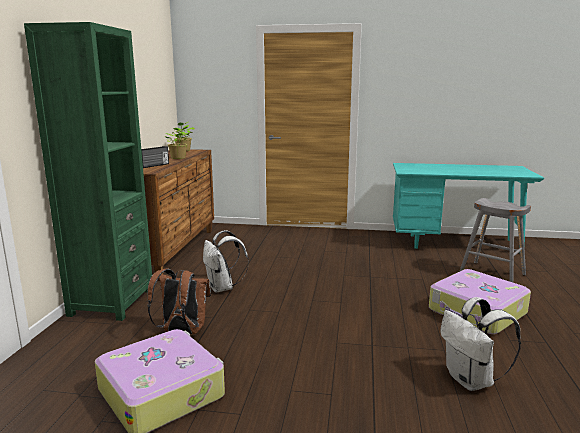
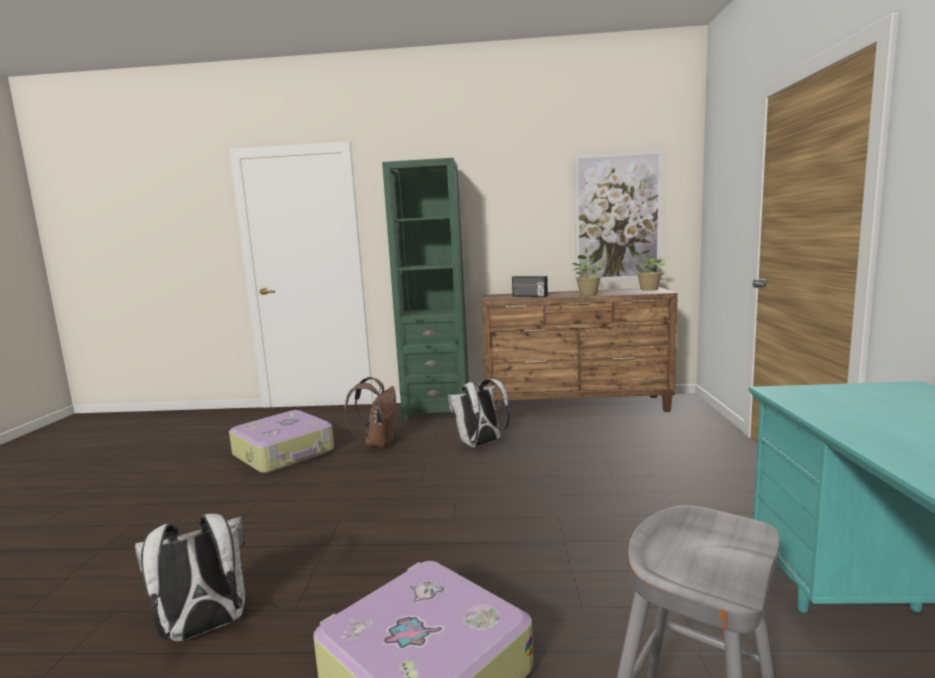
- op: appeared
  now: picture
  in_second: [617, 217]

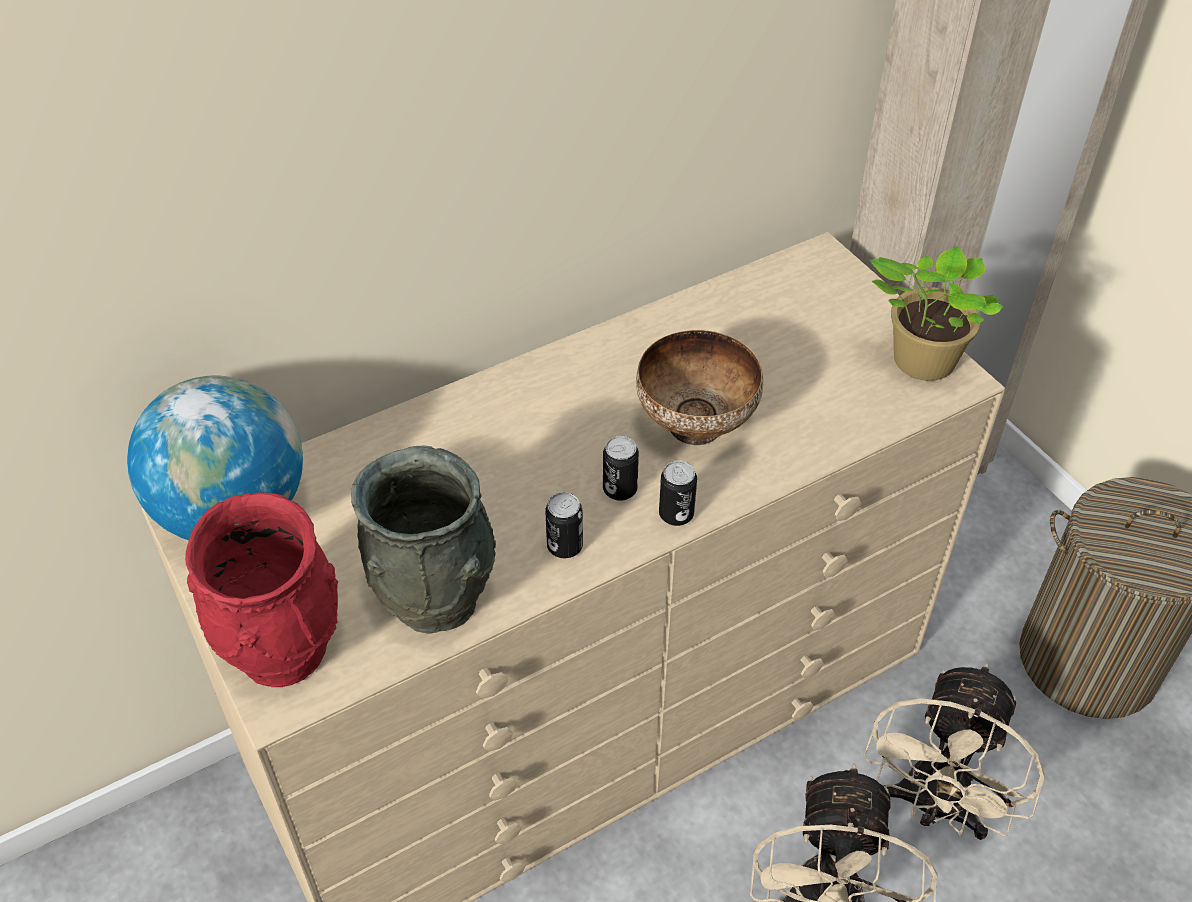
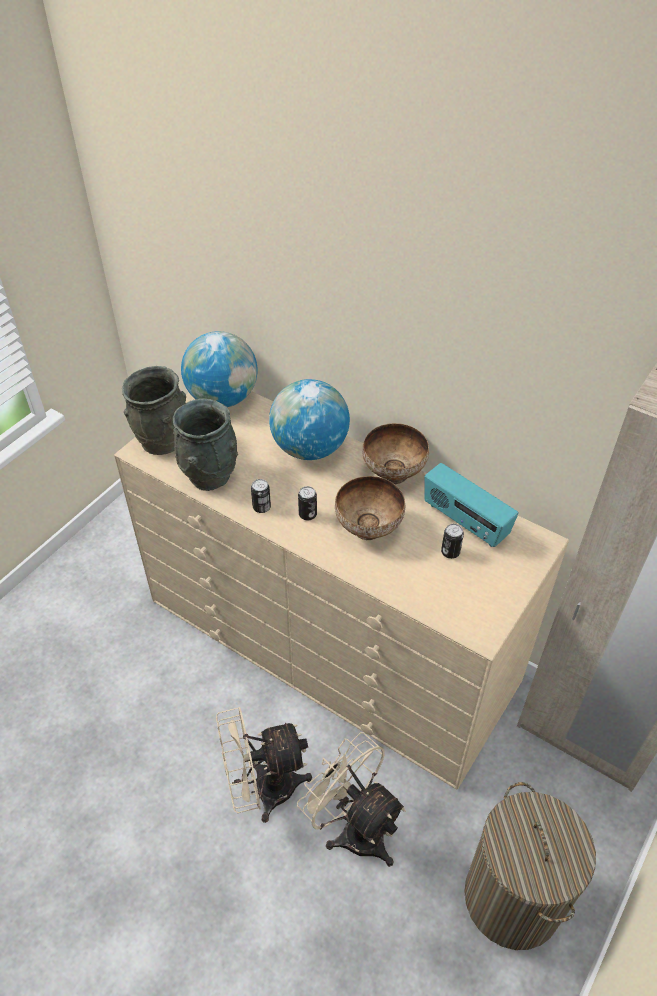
- op: missing
  was: potted plant
  in_first: [919, 362]
- op: relocated
  was: can
  in_first: [676, 514]
  in_second: [450, 552]
- op: colour
  was: vase (red)
  now: vase (grey)
  in_first: [281, 648]
  in_second: [162, 441]
- op: spun
  was: fan (beige)
  in_first: [933, 808]
  in_second: [354, 828]
  clockwise: 45
- op: appeared
  now: globe
  in_second: [309, 448]
- op: appeared
  now: bowl
  in_second: [394, 473]
- op: appeared
  now: radio
  in_second: [464, 522]

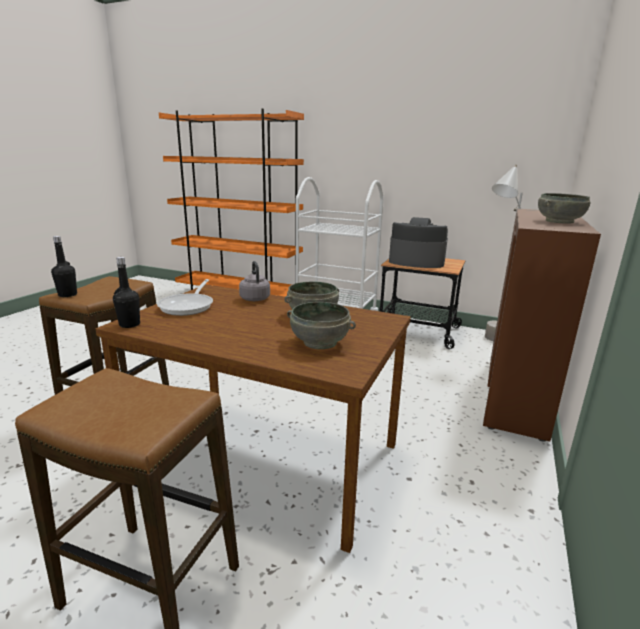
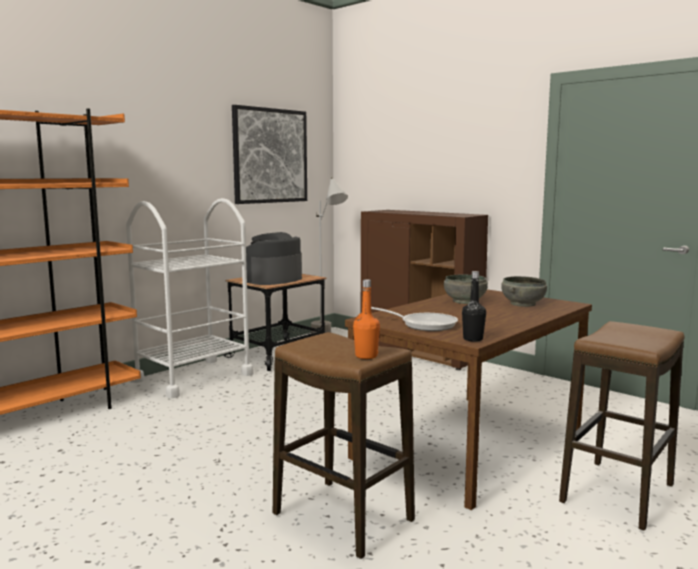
- op: missing
  was: bowl (grey)
  in_first: [559, 221]
- op: colour
  was: bottle (black)
  now: bottle (orange)
  in_first: [67, 295]
  in_second: [366, 356]
- op: missing
  was: kettle (grey)
  in_first: [254, 298]
- op: appeared
  now: picture
  in_second: [270, 156]

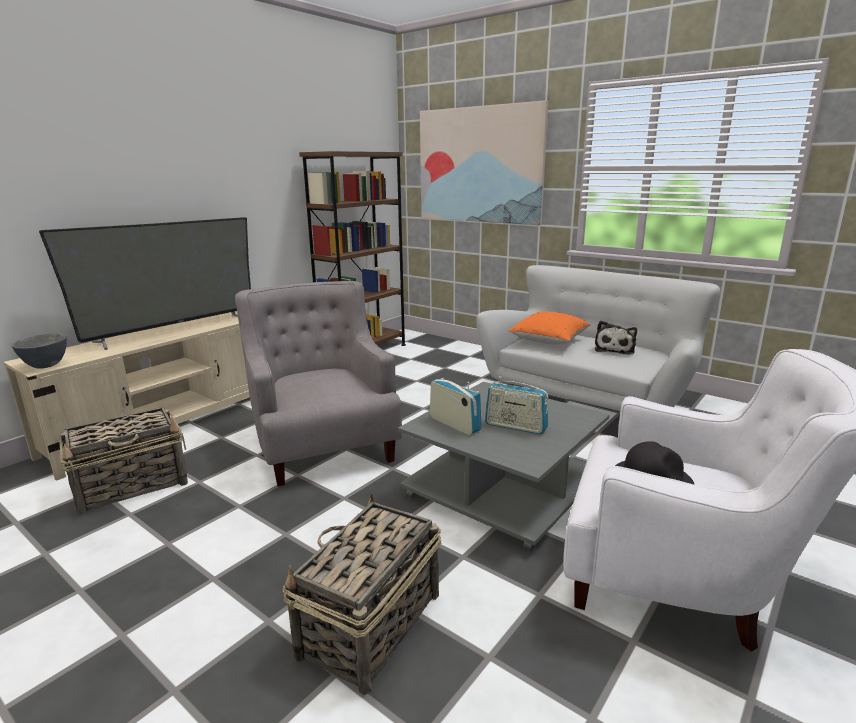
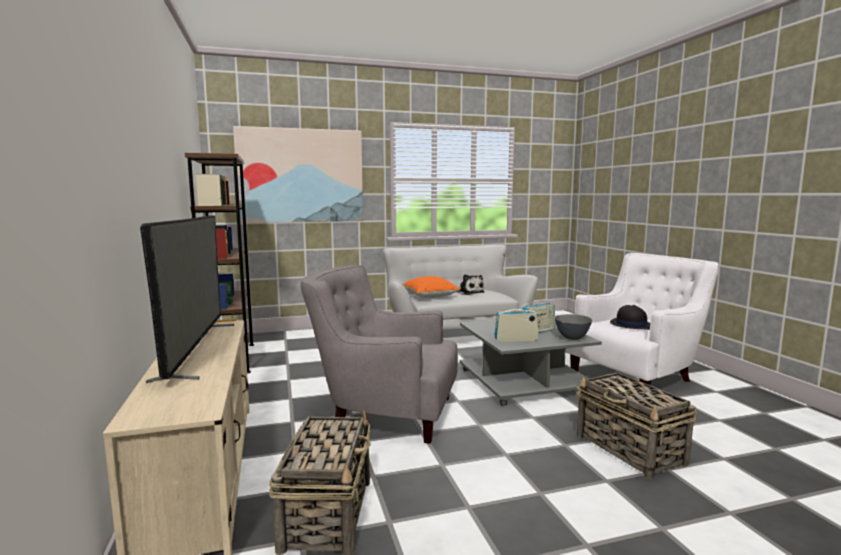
- op: relocated
  was: bowl (grey)
  in_first: [45, 366]
  in_second: [572, 338]

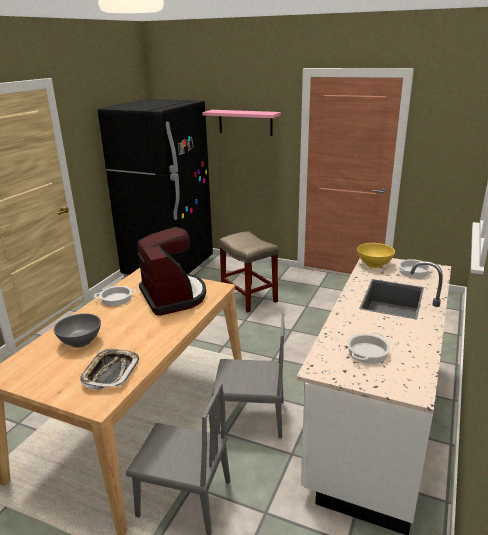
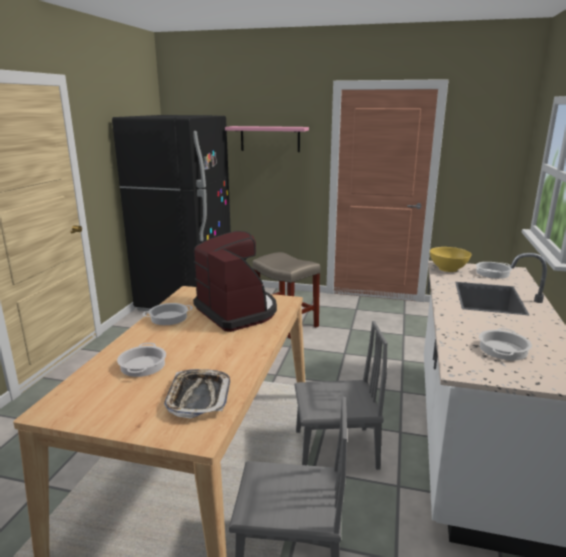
- op: exchanged
  was: bowl (grey)
  now: cooking pot
  in_first: [80, 342]
  in_second: [143, 365]

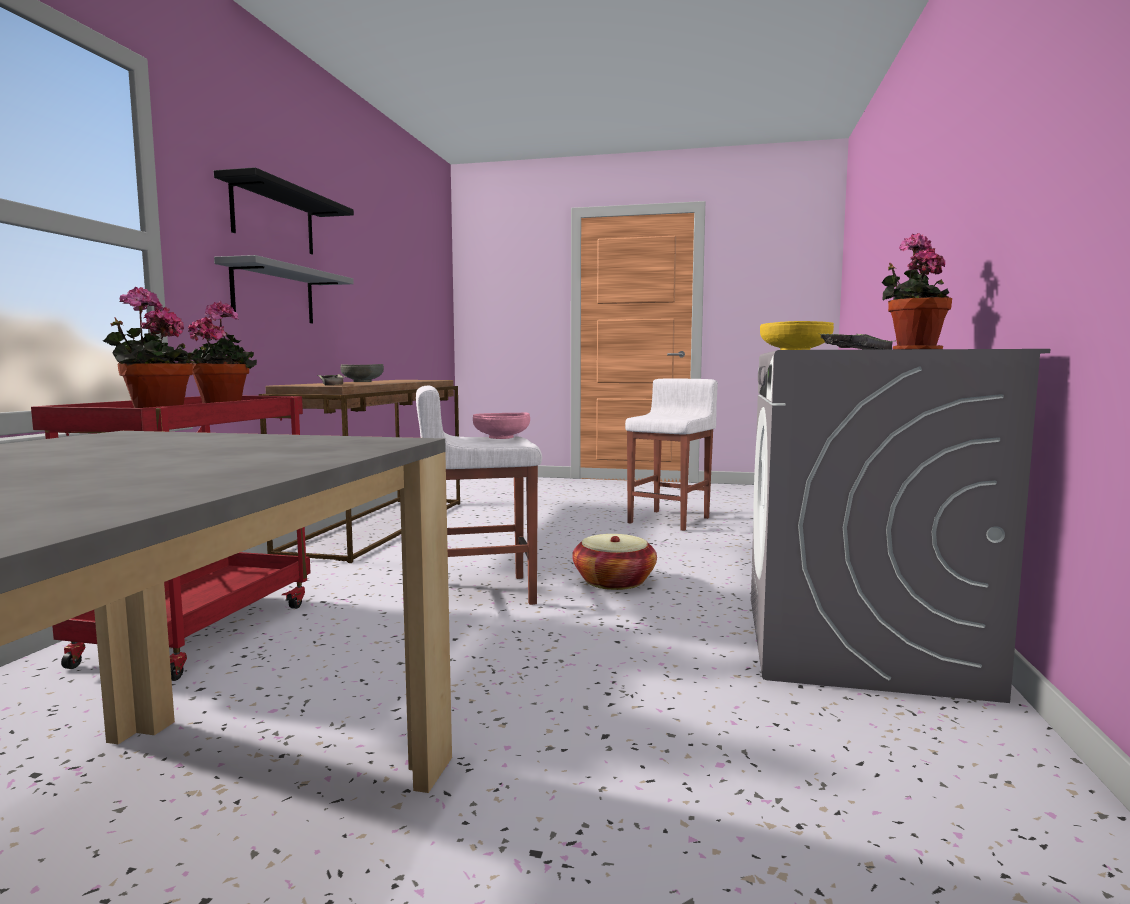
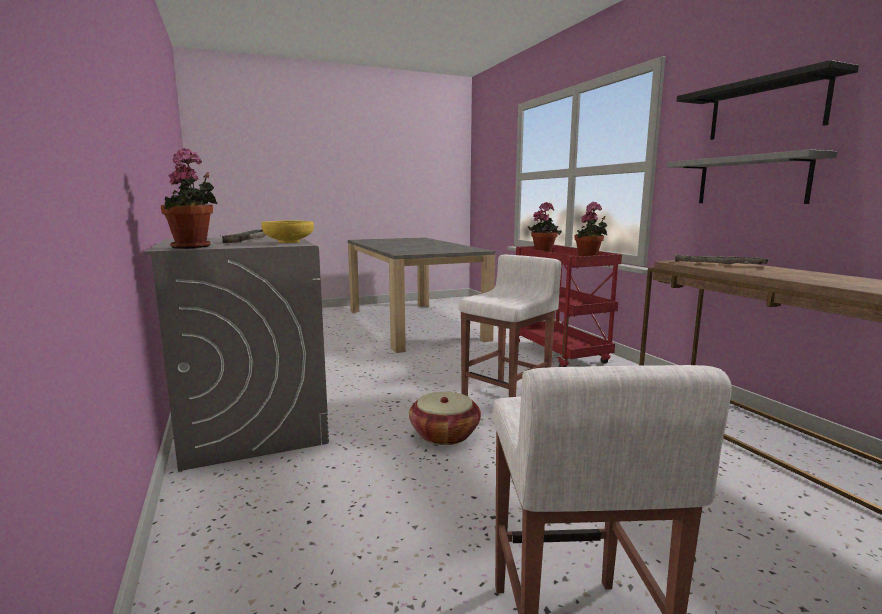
- op: missing
  was: bowl (grey)
  in_first: [362, 381]
- op: missing
  was: bowl (pink)
  in_first: [501, 437]

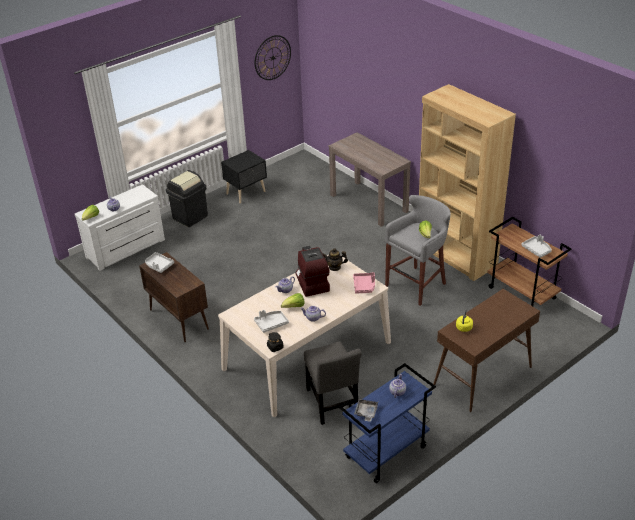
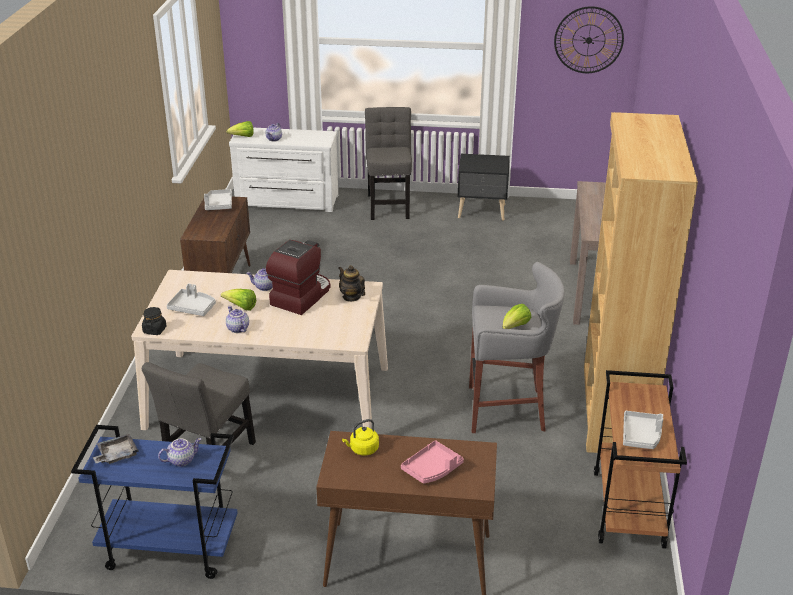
- op: exchanged
  was: trash can (black)
  now: chair (grey)
  in_first: [190, 217]
  in_second: [389, 205]
- op: relocated
  was: tray (pink)
  in_first: [364, 286]
  in_second: [432, 469]

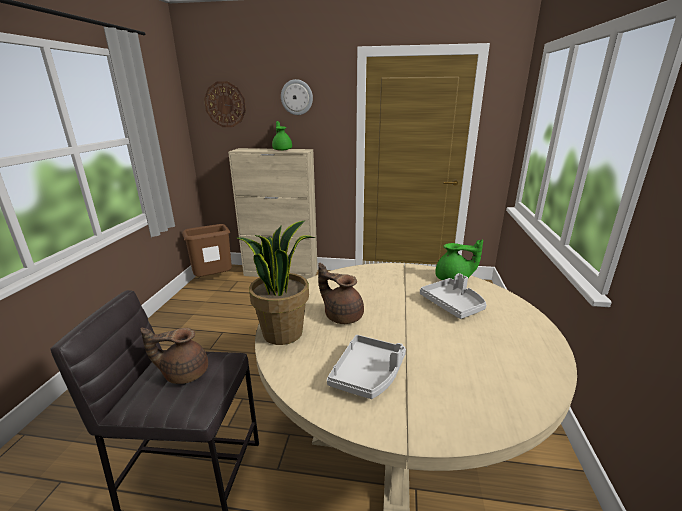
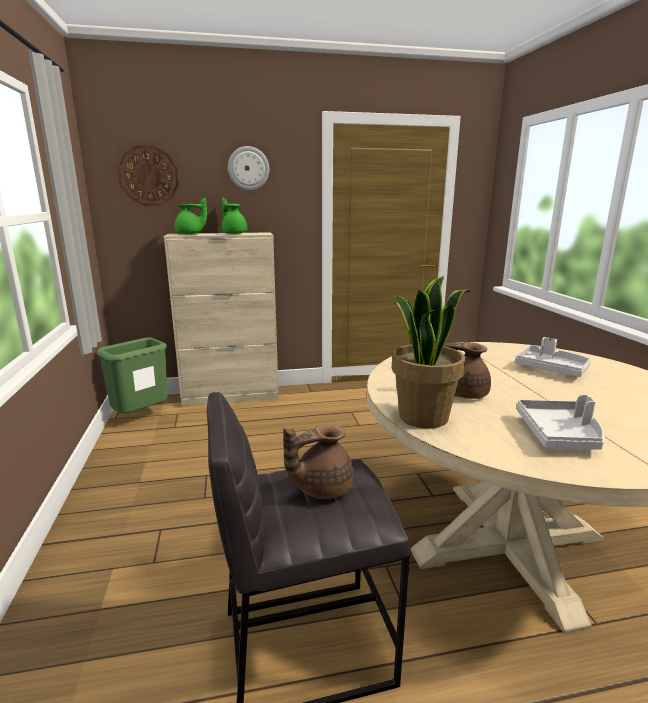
- op: colour
  was: trash can (brown)
  now: trash can (green)
  in_first: [214, 279]
  in_second: [141, 416]
- op: relocated
  was: teapot (green)
  in_first: [453, 279]
  in_second: [190, 234]

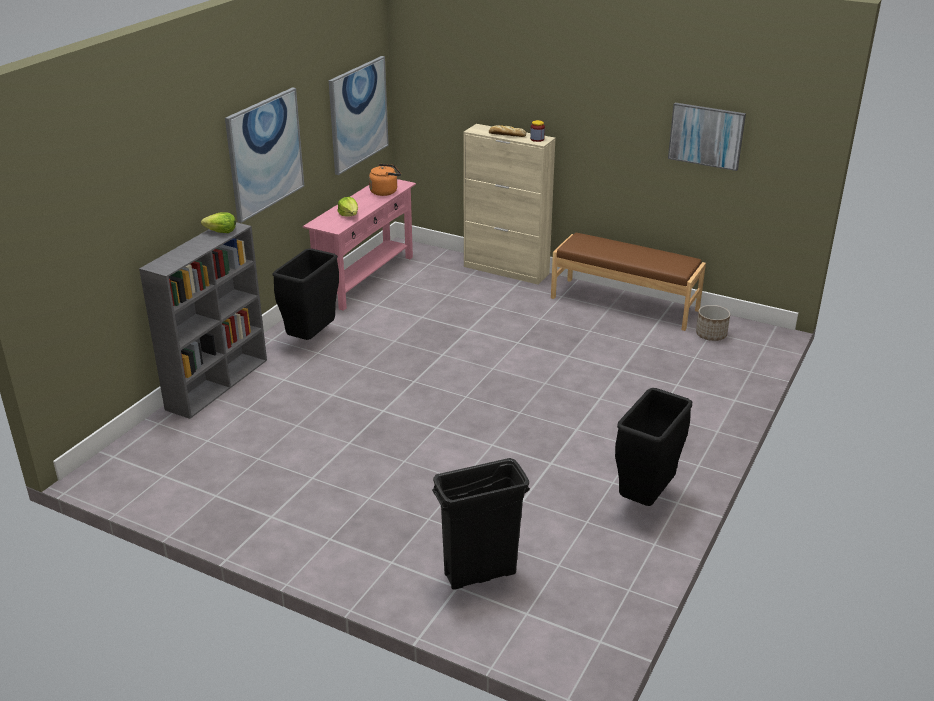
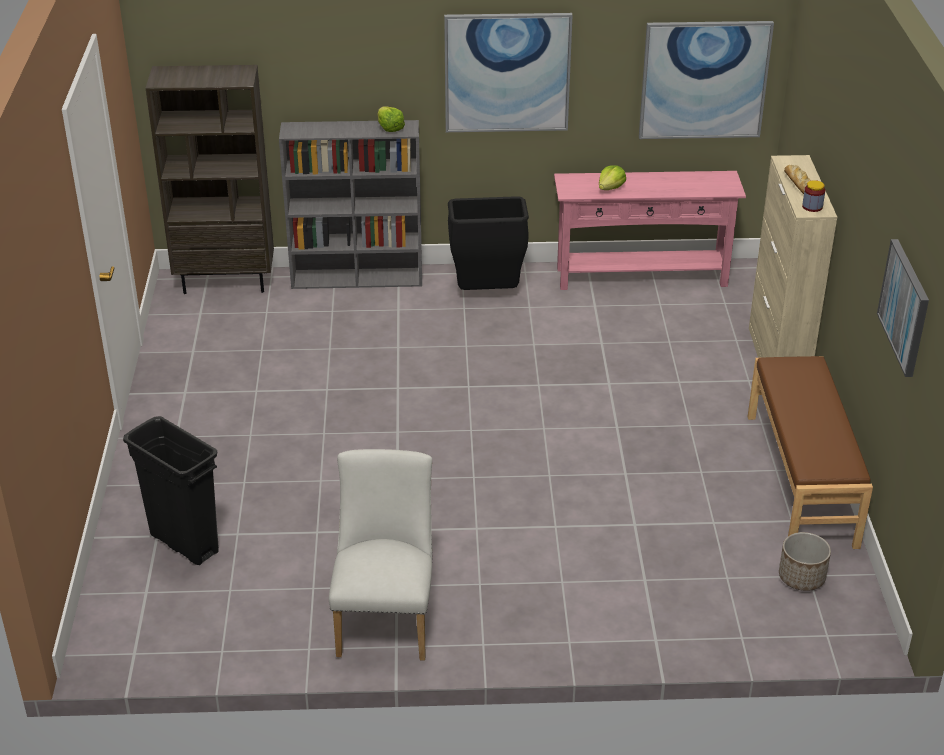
- op: missing
  was: kettle (orange)
  in_first: [385, 191]
- op: exchanged
  was: trash can (black)
  now: chair (white)
  in_first: [645, 498]
  in_second: [386, 618]
- op: appeared
  now: bookcase (brown)
  in_second: [226, 282]

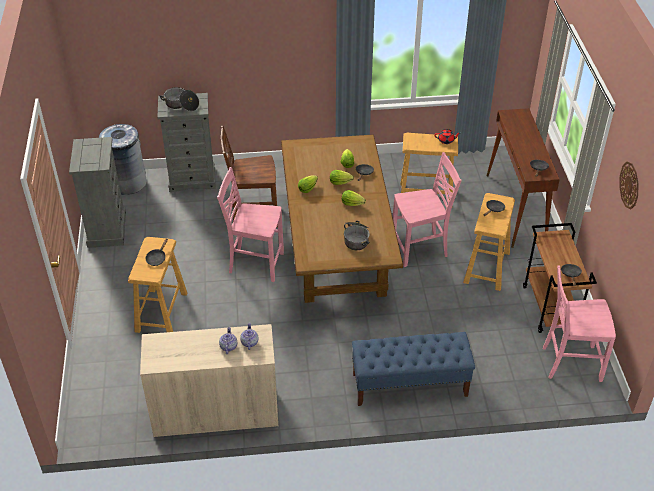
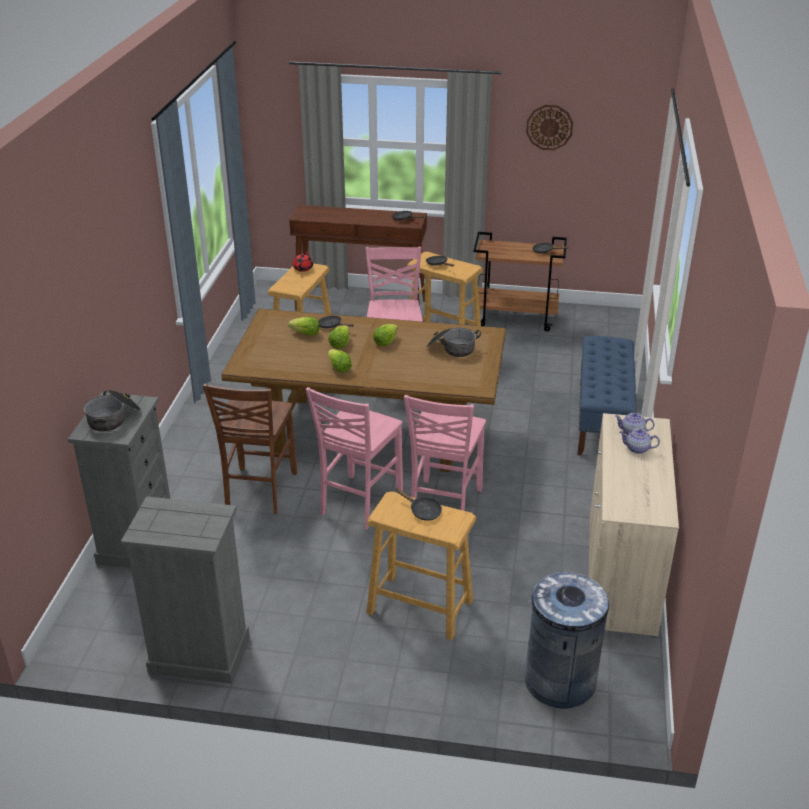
- op: relocated
  was: trash can (grey)
  in_first: [127, 183]
  in_second: [559, 681]
- op: relocated
  was: chair (pink)
  in_first: [570, 363]
  in_second: [443, 506]

